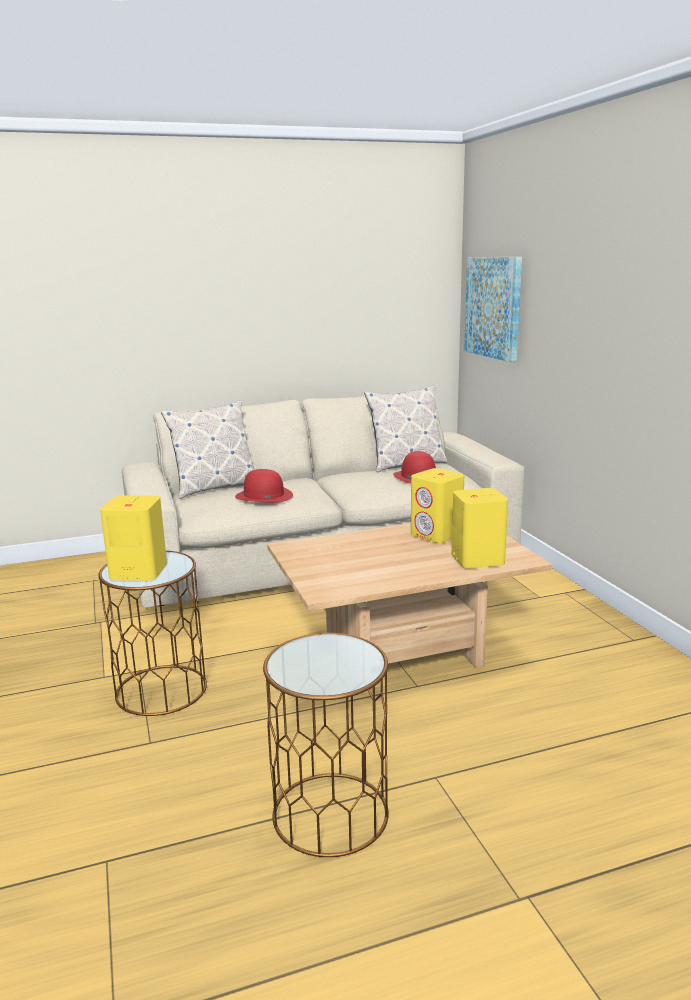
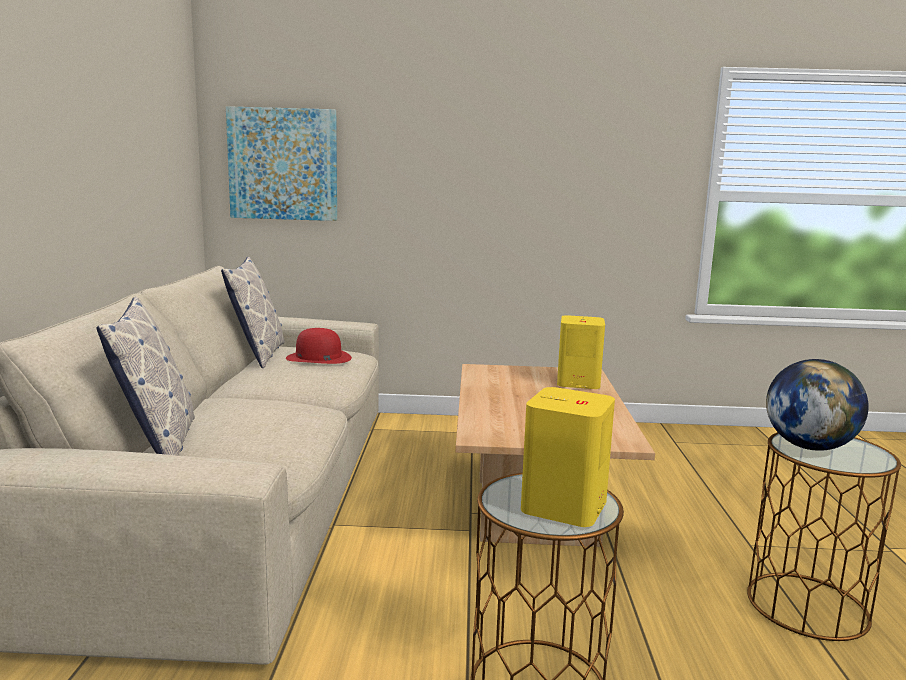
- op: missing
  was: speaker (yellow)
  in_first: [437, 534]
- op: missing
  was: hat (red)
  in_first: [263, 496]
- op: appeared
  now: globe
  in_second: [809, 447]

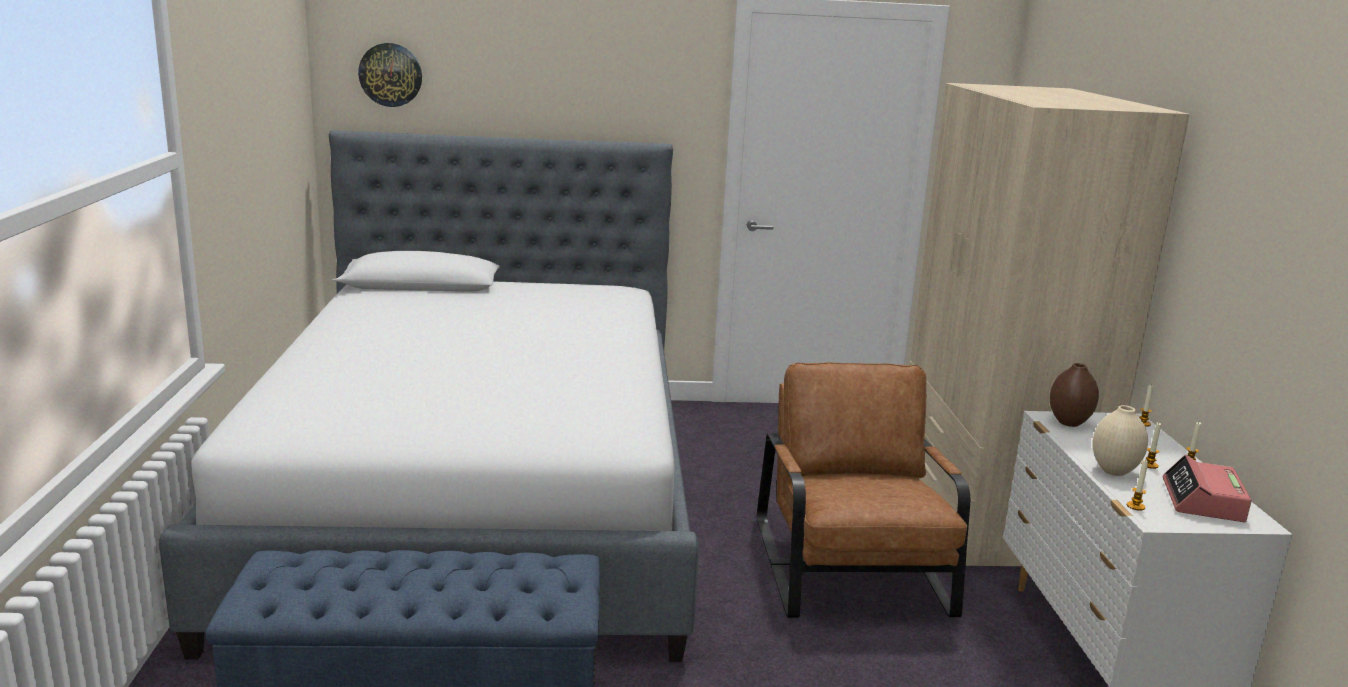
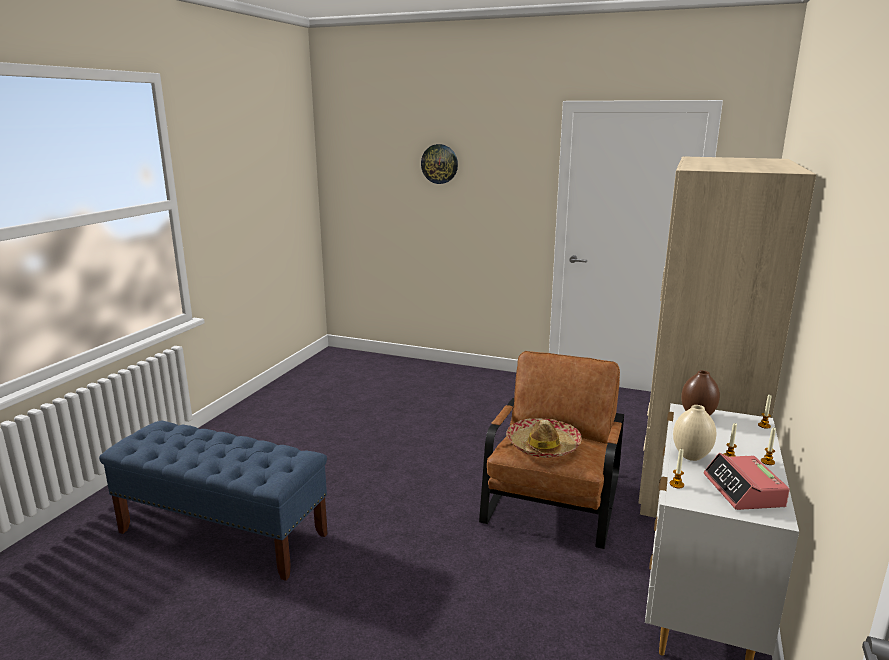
- op: relocated
  was: wall clock
  in_first: [390, 75]
  in_second: [439, 164]
- op: missing
  was: bed
  in_first: [479, 498]
- op: spun
  was: alarm clock
  in_first: [1203, 501]
  in_second: [743, 491]
  clockwise: -45
- op: appeared
  now: hat
  in_second: [542, 446]

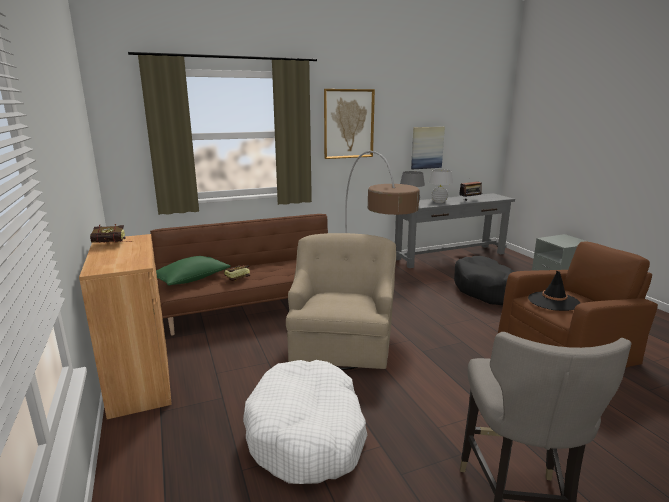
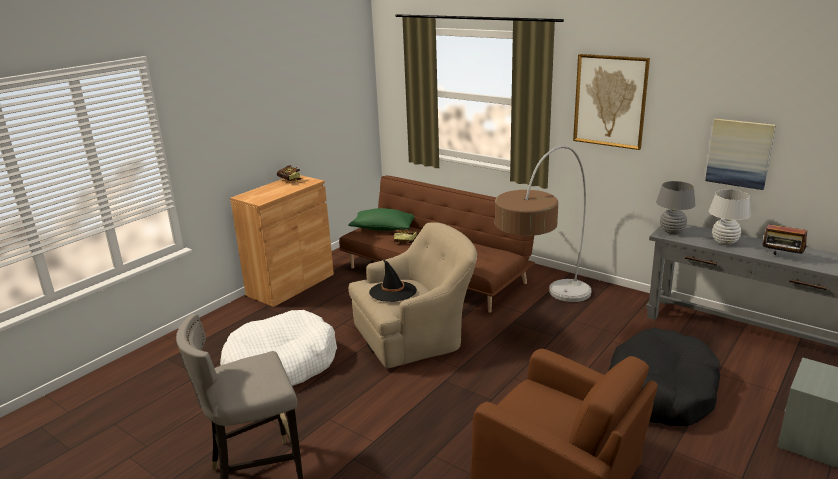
- op: relocated
  was: hat (black)
  in_first: [553, 301]
  in_second: [392, 292]

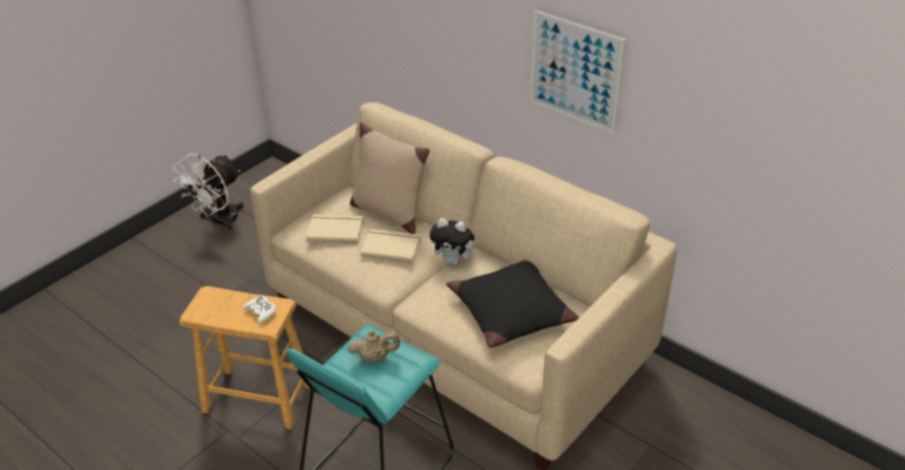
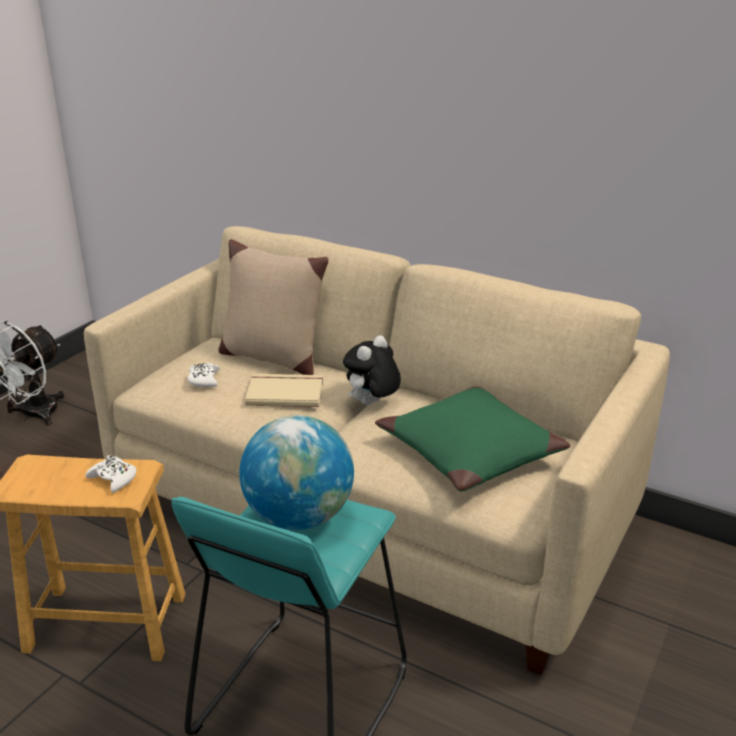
- op: missing
  was: picture
  in_first: [575, 72]
- op: exchanged
  was: book (beige)
  now: game controller (white)
  in_first: [335, 229]
  in_second: [204, 380]
- op: spun
  was: plush toy
  in_first: [454, 261]
  in_second: [371, 404]
  clockwise: 120
- op: colour
  was: pillow (black)
  now: pillow (green)
  in_first: [510, 312]
  in_second: [469, 452]
- op: exchanged
  was: teapot (beige)
  now: globe
  in_first: [375, 357]
  in_second: [299, 517]

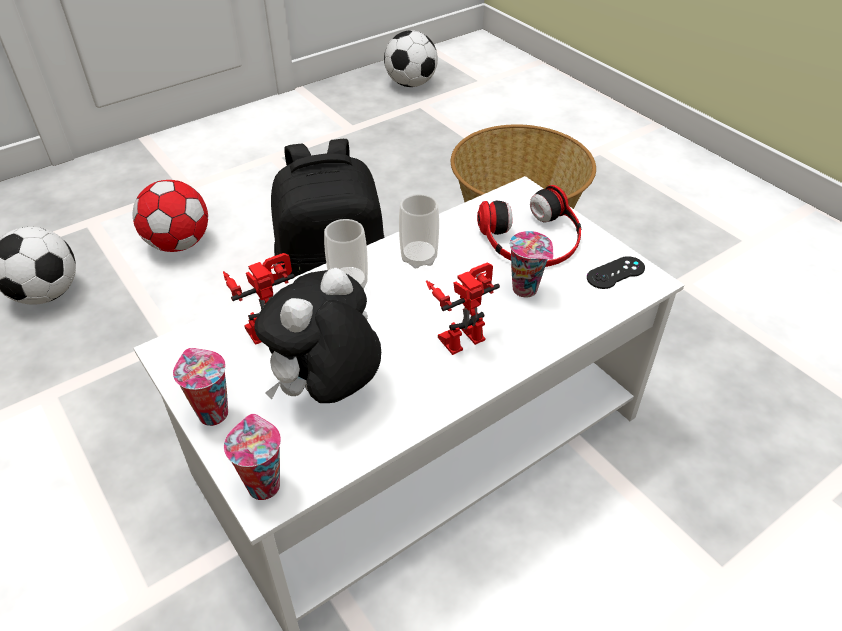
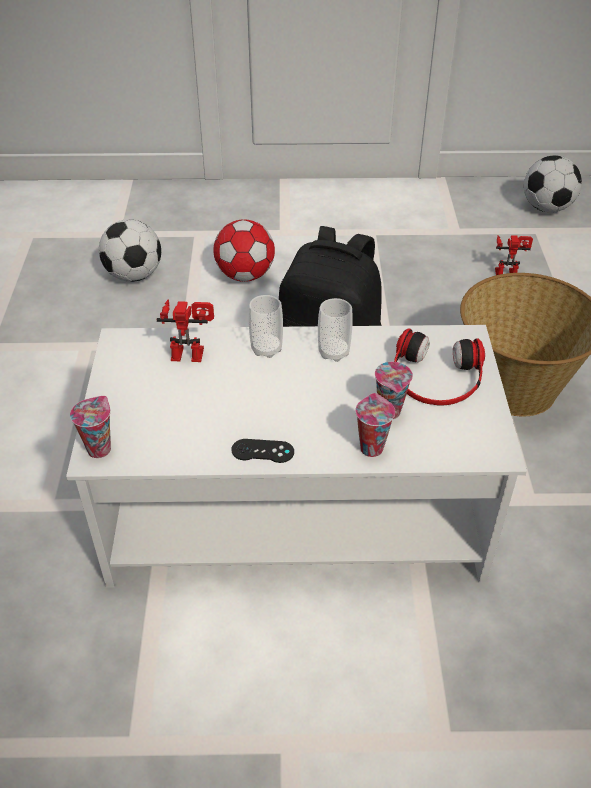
- op: relocated
  was: game controller (black)
  in_first: [615, 273]
  in_second: [262, 451]
- op: relocated
  was: toy robot
  in_first: [461, 334]
  in_second: [507, 271]
- op: missing
  was: plush toy
  in_first: [327, 392]
- op: relocated
  was: cup
  in_first: [211, 413]
  in_second: [370, 447]

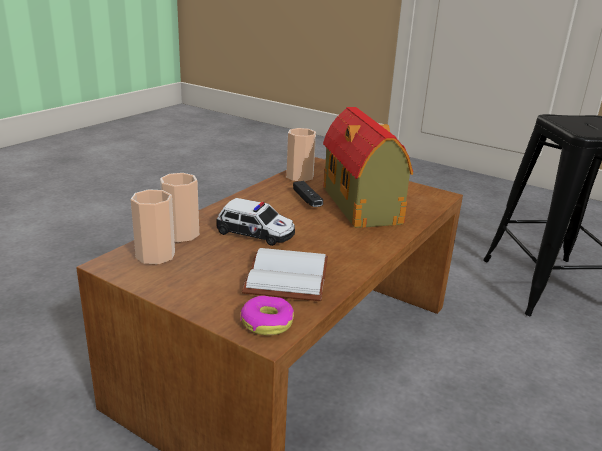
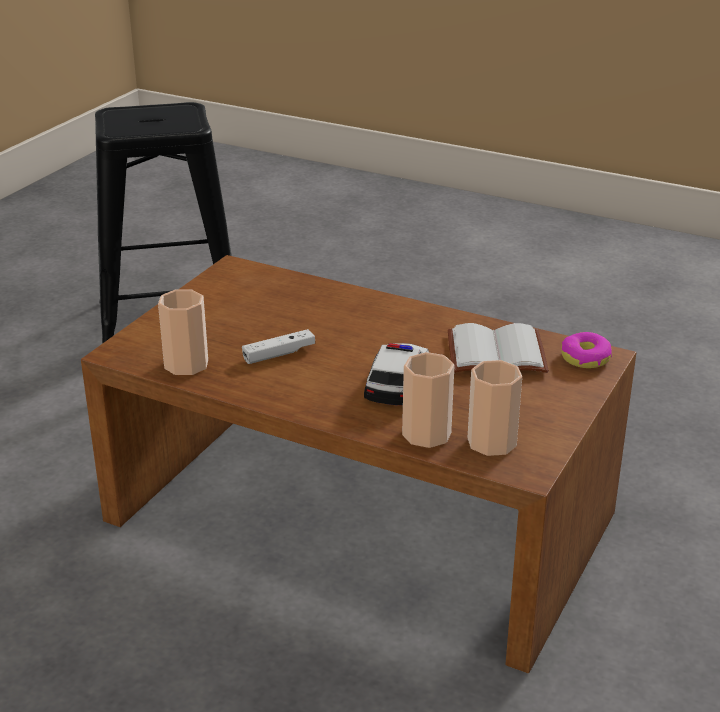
- op: missing
  was: toy house
  in_first: [361, 206]
- op: colour
  was: game controller (black)
  now: game controller (white)
  in_first: [307, 200]
  in_second: [279, 354]

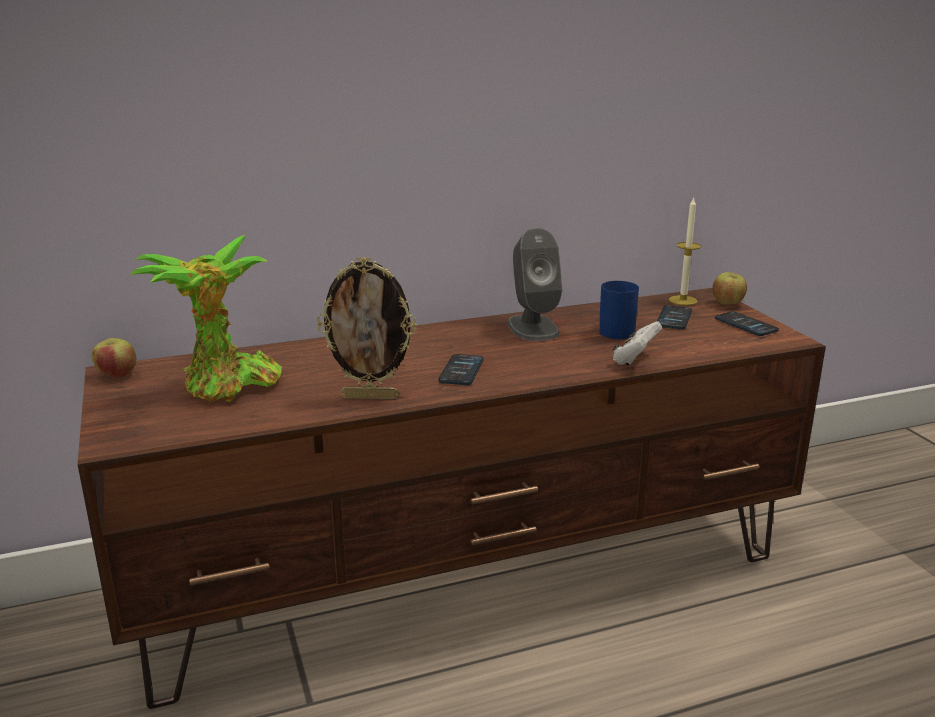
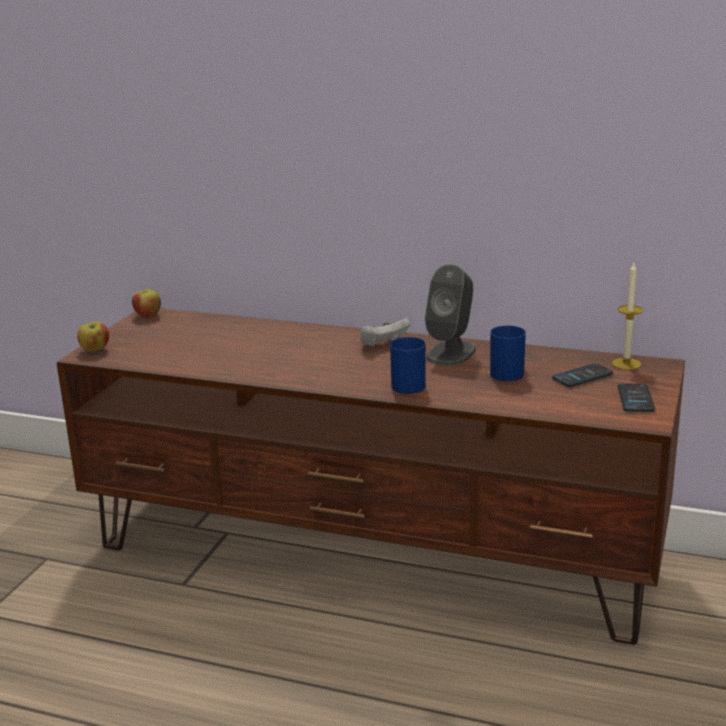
- op: missing
  was: potted plant
  in_first: [227, 387]
- op: missing
  was: picture frame
  in_first: [370, 397]
- op: relocated
  was: apple
  in_first: [727, 303]
  in_second: [95, 350]
- op: relocated
  was: game controller (white)
  in_first: [634, 360]
  in_second: [383, 345]
- op: missing
  was: phone
  in_first: [461, 371]
- op: appeared
  now: mug (blue)
  in_second: [407, 384]

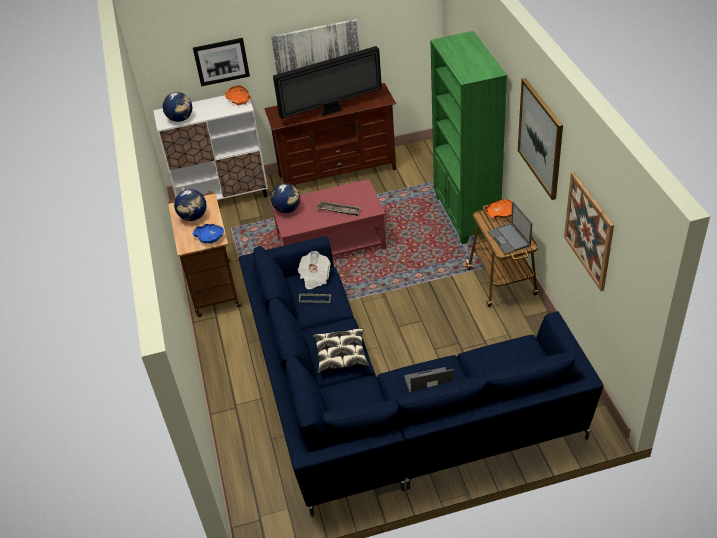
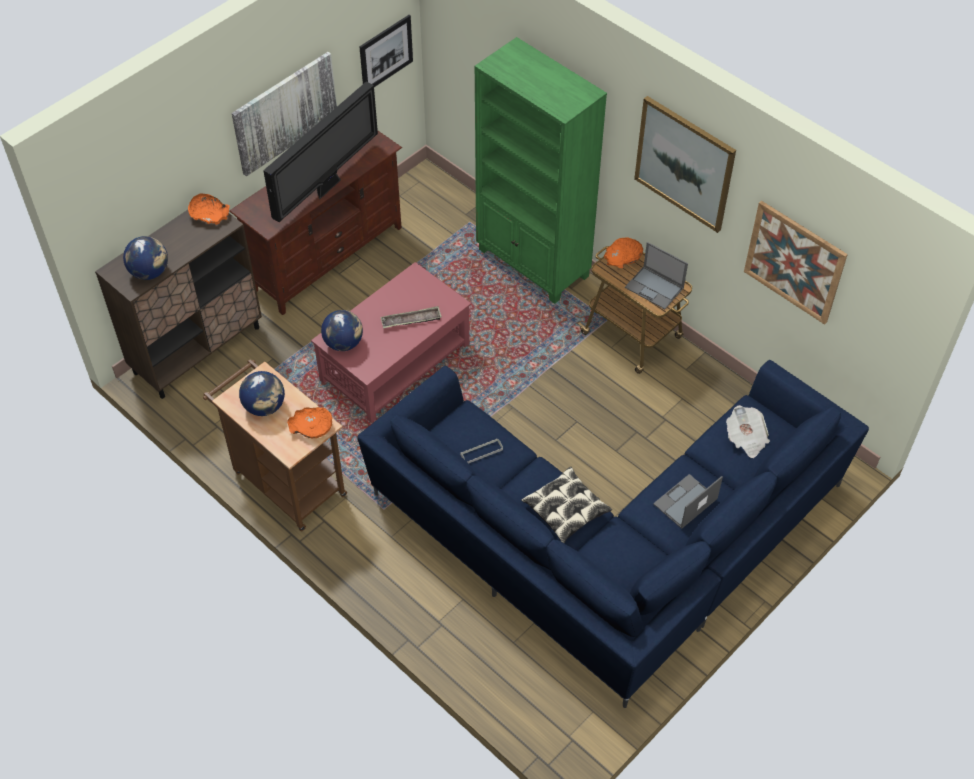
- op: relocated
  was: picture
  in_first: [221, 61]
  in_second: [386, 53]
- op: colour
  was: cabinet (white)
  now: cabinet (brown)
  in_first: [223, 197]
  in_second: [197, 349]
- op: colour
  was: bowl (blue)
  now: bowl (orange)
  in_first: [210, 237]
  in_second: [312, 427]
- op: relocated
  was: newspaper
  in_first: [314, 277]
  in_second: [746, 439]

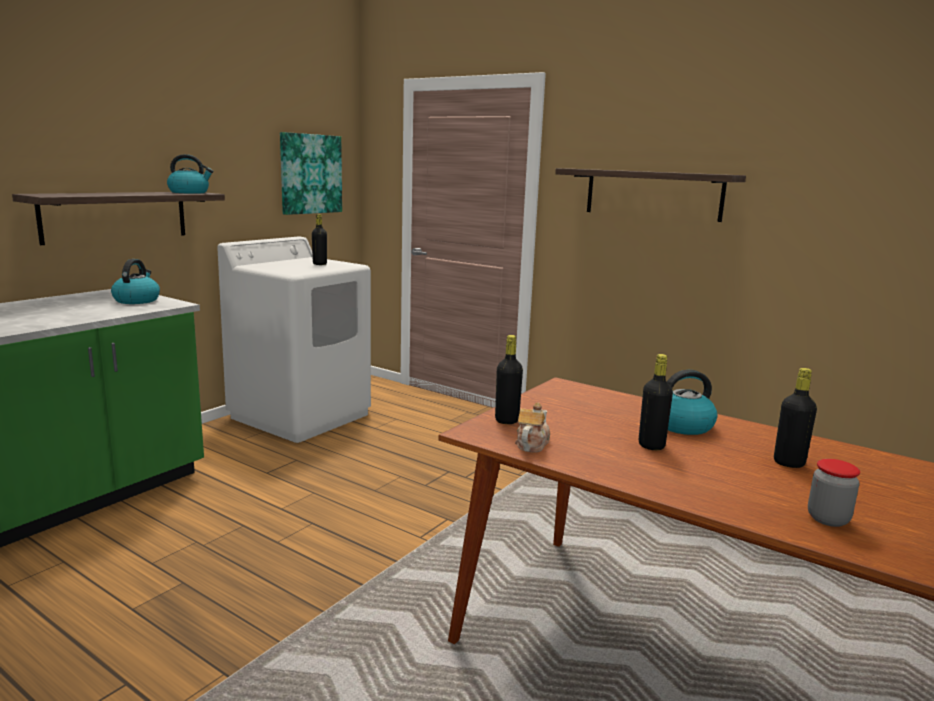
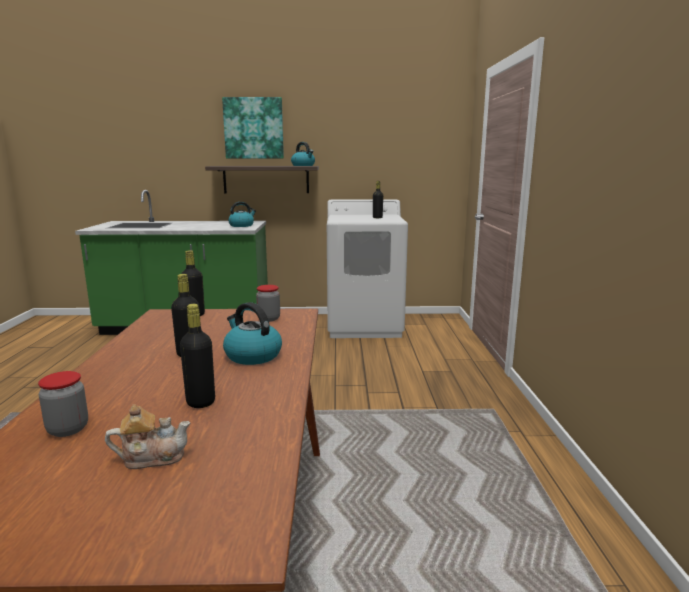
- op: relocated
  was: picture
  in_first: [310, 174]
  in_second: [253, 128]
- op: missing
  was: shelf
  in_first: [653, 194]
- op: relocated
  was: teapot
  in_first: [531, 444]
  in_second: [152, 457]
- op: appeared
  now: jar
  in_second: [268, 319]

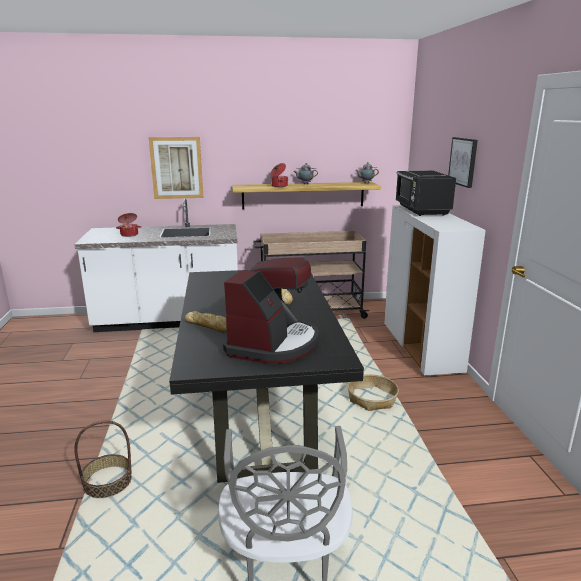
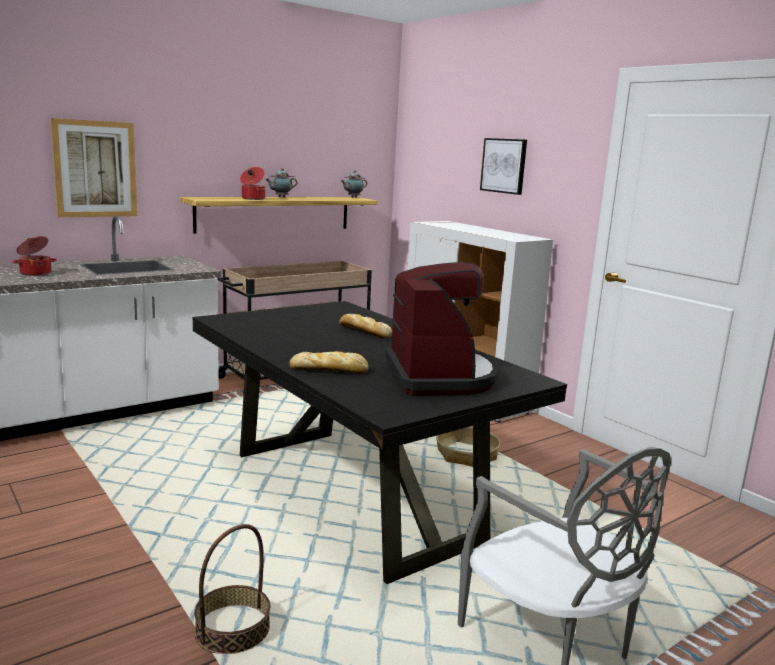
- op: missing
  was: microwave (black)
  in_first: [421, 210]

